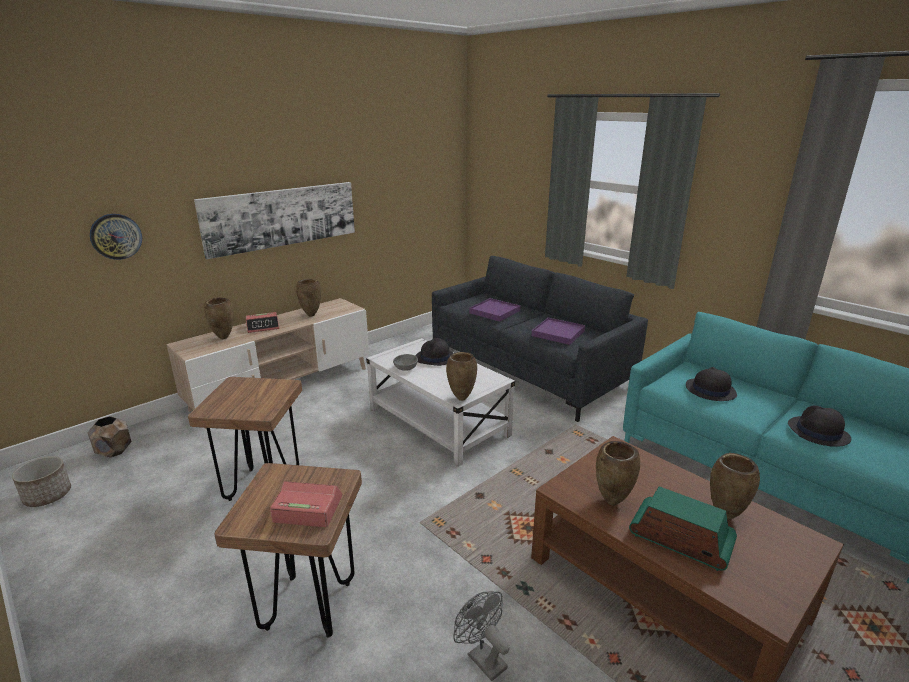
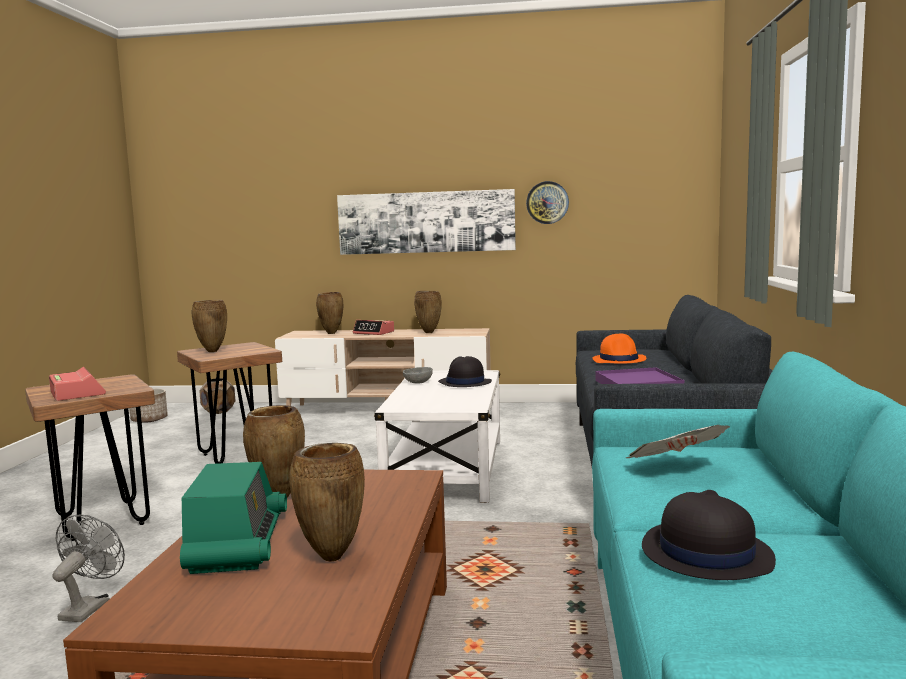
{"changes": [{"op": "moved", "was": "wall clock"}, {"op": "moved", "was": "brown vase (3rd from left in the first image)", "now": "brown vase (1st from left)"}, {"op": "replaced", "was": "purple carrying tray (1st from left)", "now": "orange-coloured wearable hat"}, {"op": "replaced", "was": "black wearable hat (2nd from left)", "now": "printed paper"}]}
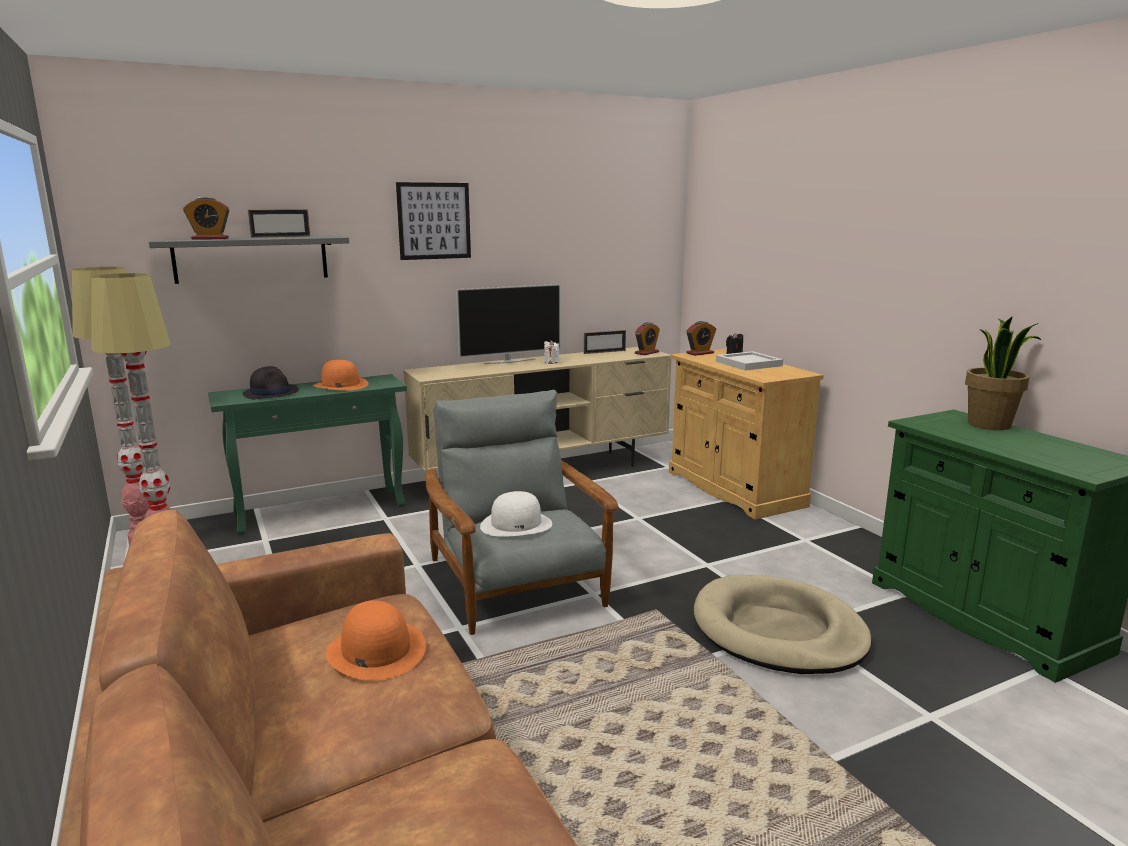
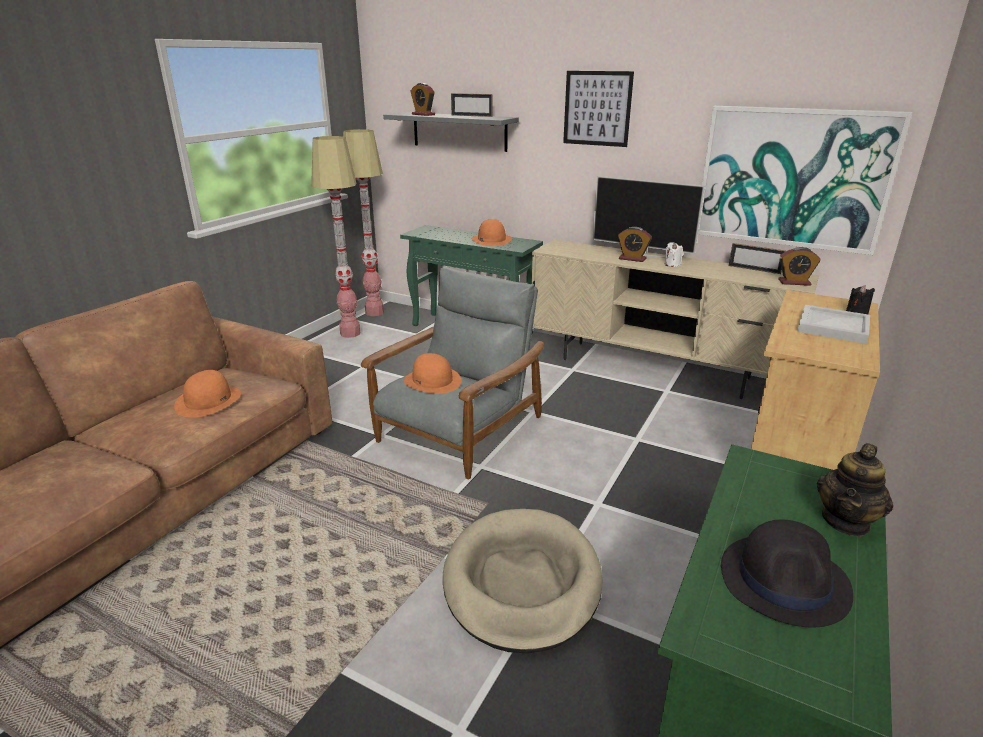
{"changes": [{"op": "added", "now": "picture (2nd from left)"}, {"op": "moved", "was": "black wearable hat"}, {"op": "moved", "was": "table clock (3rd from left in the first image)", "now": "table clock (2nd from left)"}, {"op": "replaced", "was": "potted plant", "now": "tea pot"}, {"op": "recoloured", "was": "white wearable hat", "now": "orange-coloured wearable hat (2nd from left)"}]}
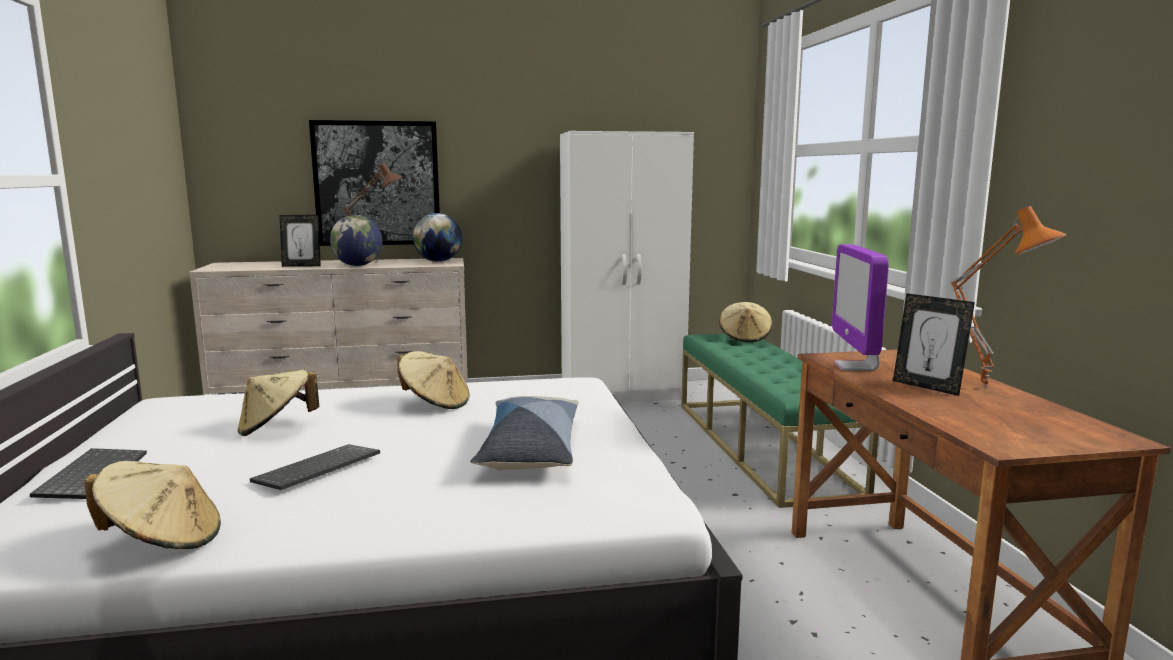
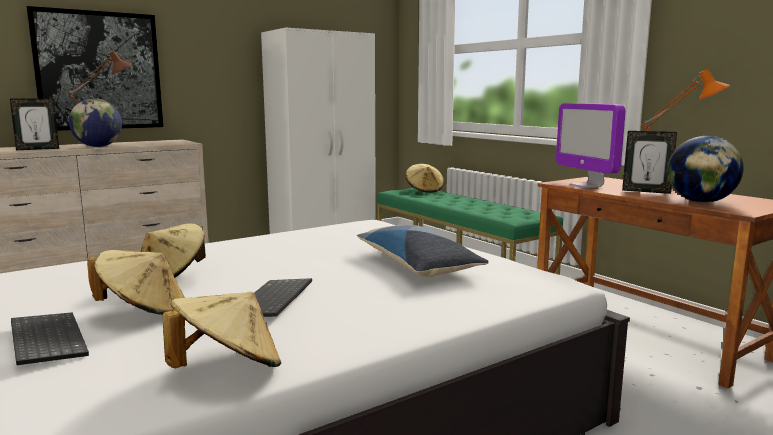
{"changes": [{"op": "moved", "was": "beige-coloured wearable hat (3rd from left in the first image)", "now": "beige-coloured wearable hat (1st from left)"}, {"op": "moved", "was": "world globe (2nd from left)"}]}
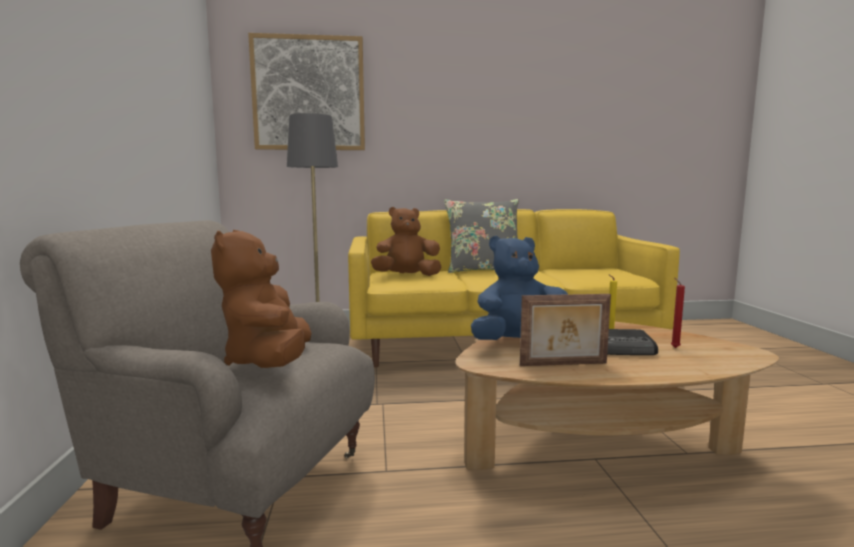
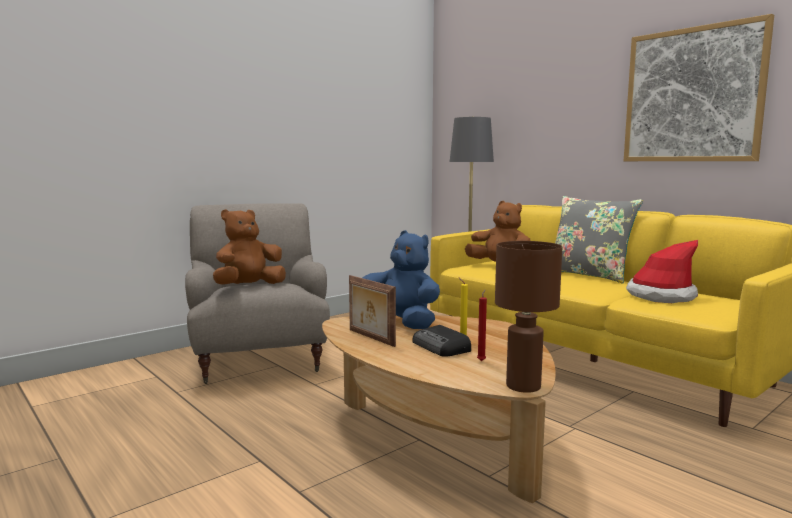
{"changes": [{"op": "added", "now": "brown table lamp"}, {"op": "added", "now": "wearable hat"}, {"op": "moved", "was": "picture"}]}
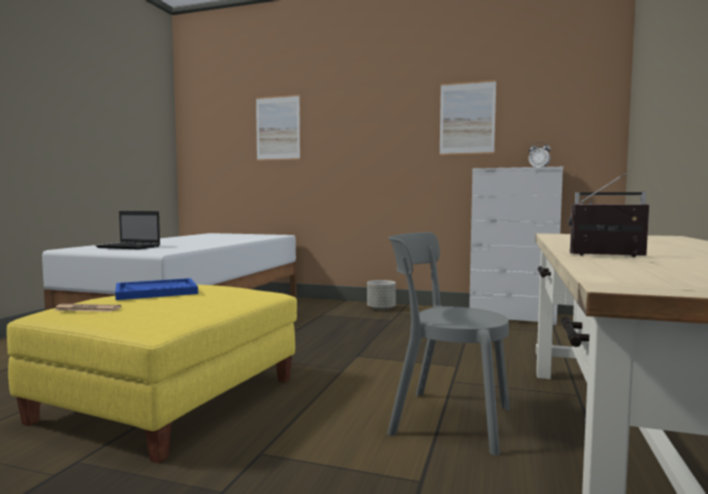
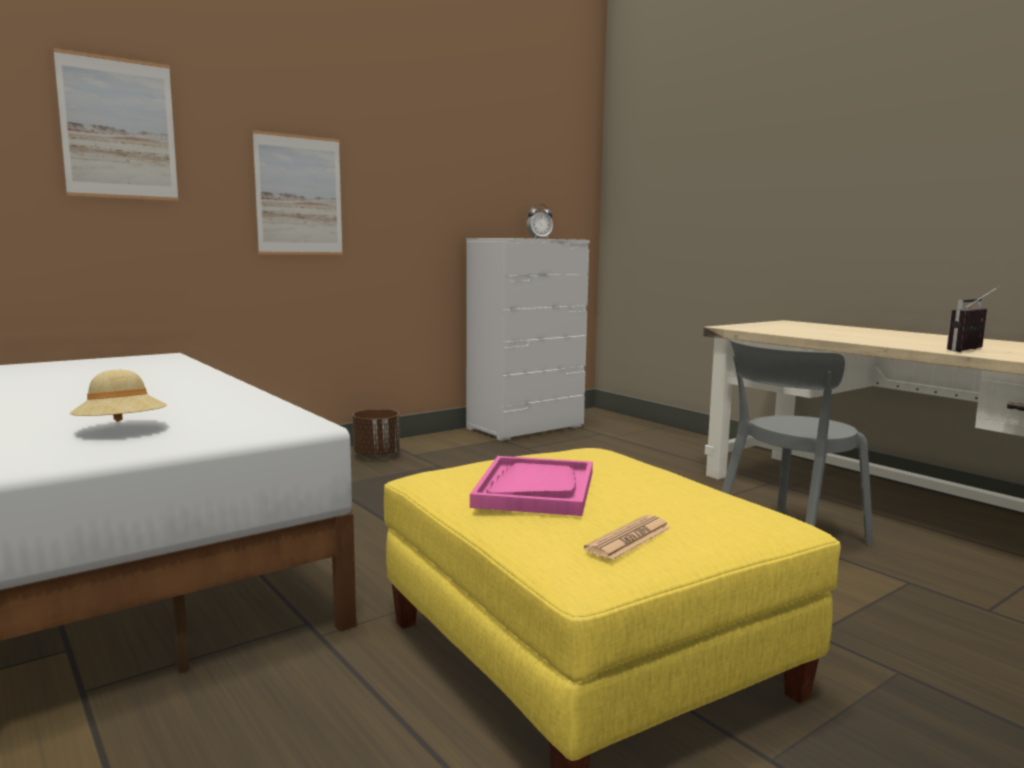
{"changes": [{"op": "moved", "was": "picture (2nd from left)"}, {"op": "replaced", "was": "laptop", "now": "beige-coloured wearable hat"}, {"op": "recoloured", "was": "blue-coloured carrying tray", "now": "pink-coloured carrying tray"}, {"op": "recoloured", "was": "greyish plant pot", "now": "brown plant pot"}]}
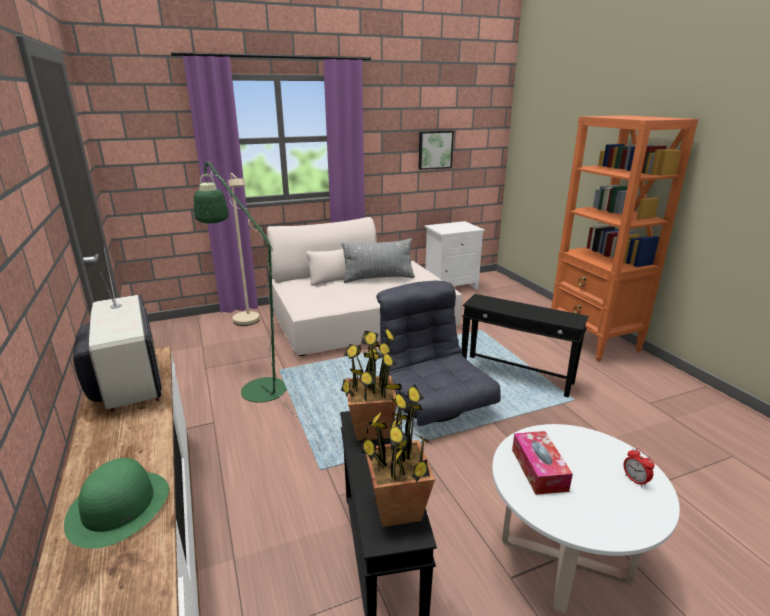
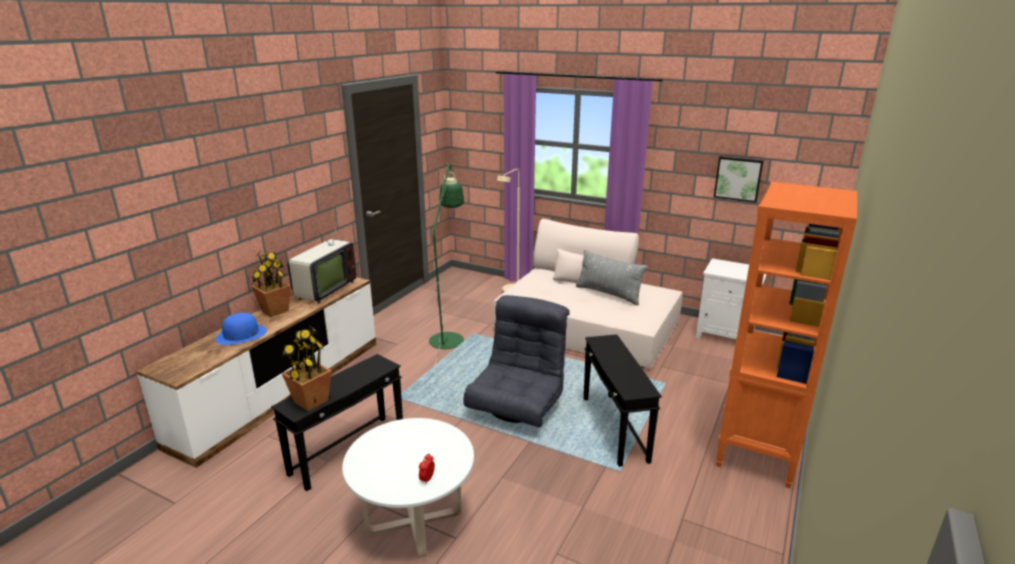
{"changes": [{"op": "removed", "was": "box of tissues"}, {"op": "moved", "was": "potted plant (1st from left)"}, {"op": "recoloured", "was": "greenish wearable hat", "now": "blue-coloured wearable hat"}]}
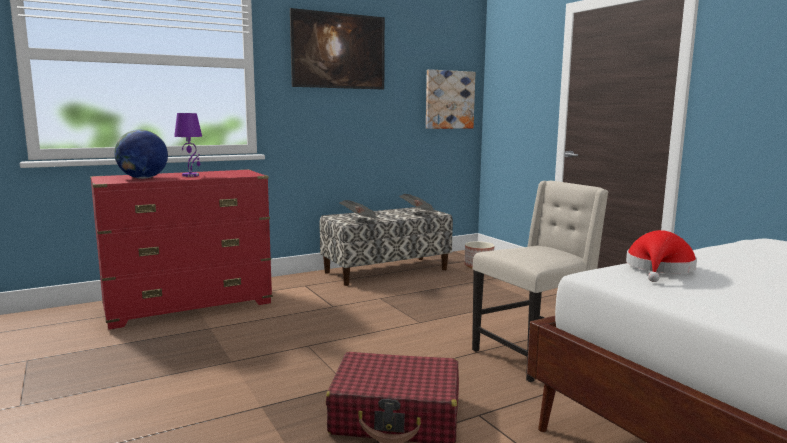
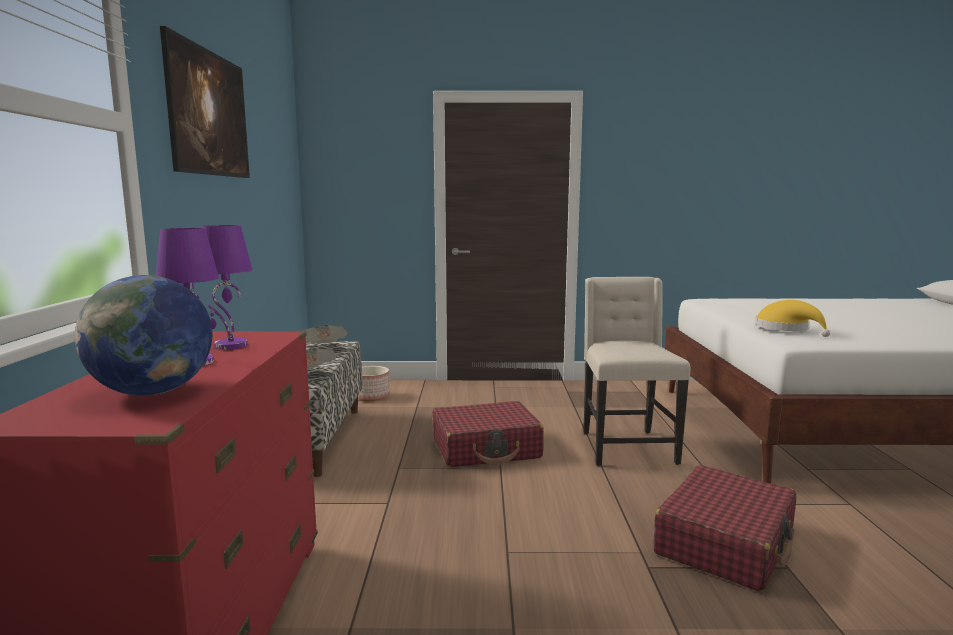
{"changes": [{"op": "removed", "was": "picture (2nd from left)"}, {"op": "added", "now": "purple table lamp (2nd from left)"}, {"op": "added", "now": "reddish travel case (1st from left)"}, {"op": "recoloured", "was": "reddish wearable hat", "now": "yellowish wearable hat"}]}
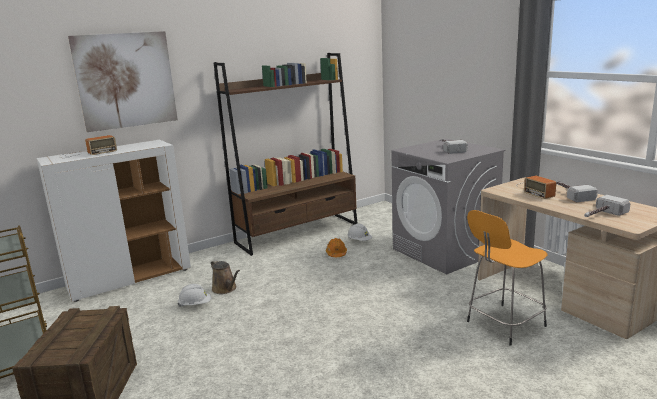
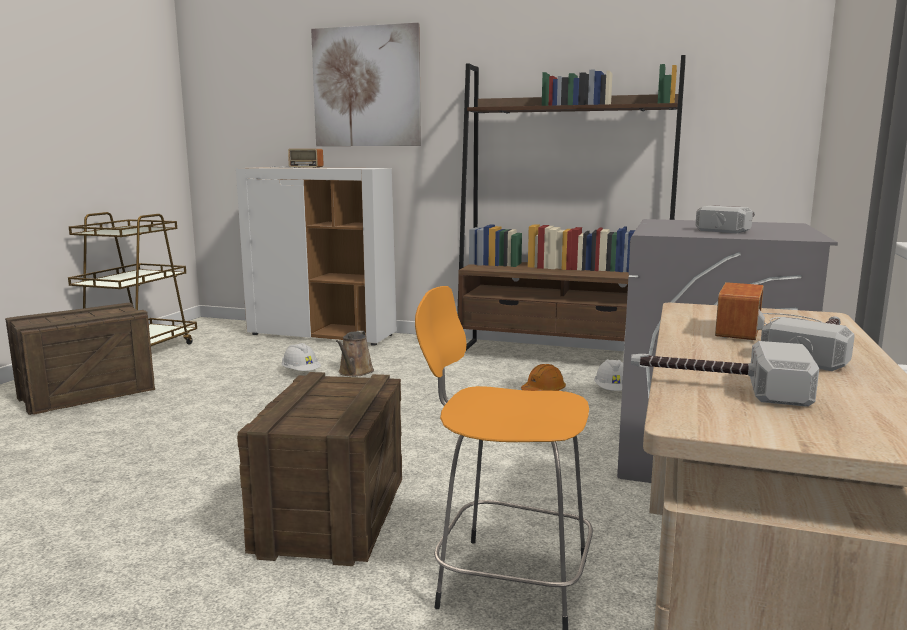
{"changes": [{"op": "added", "now": "crate (2nd from left)"}]}
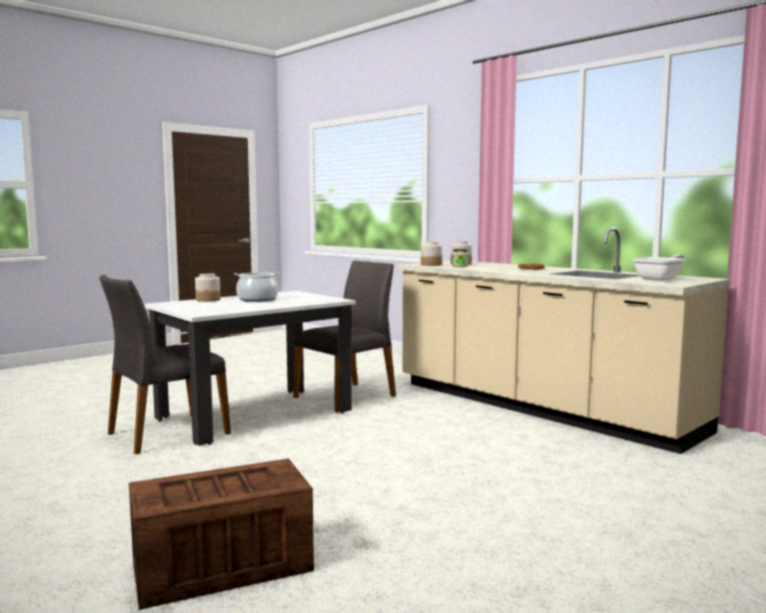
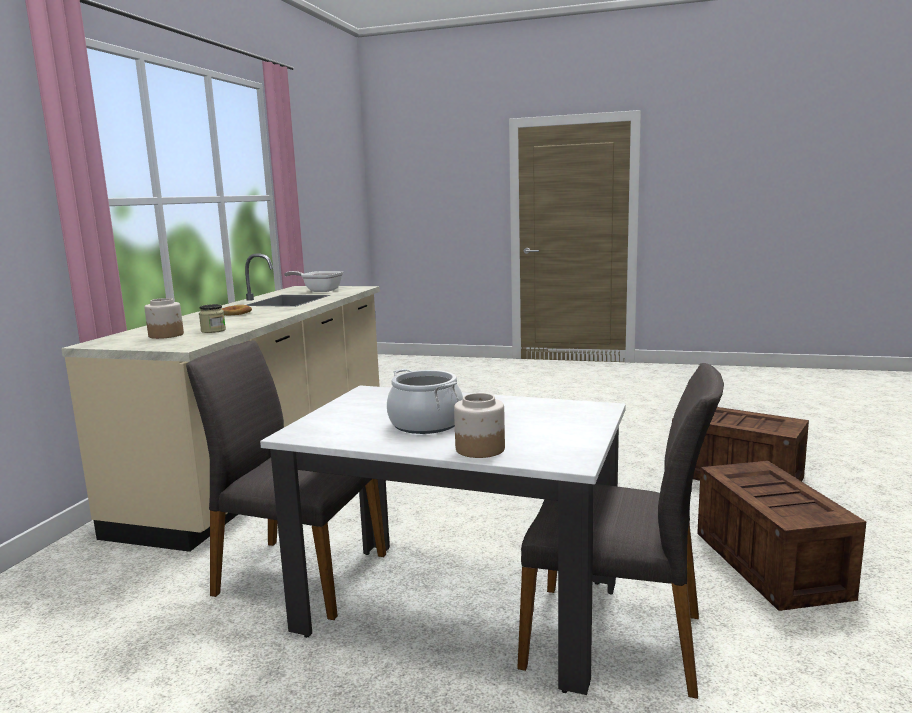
{"changes": [{"op": "removed", "was": "preserve jar (2nd from left)"}, {"op": "added", "now": "crate (2nd from left)"}]}
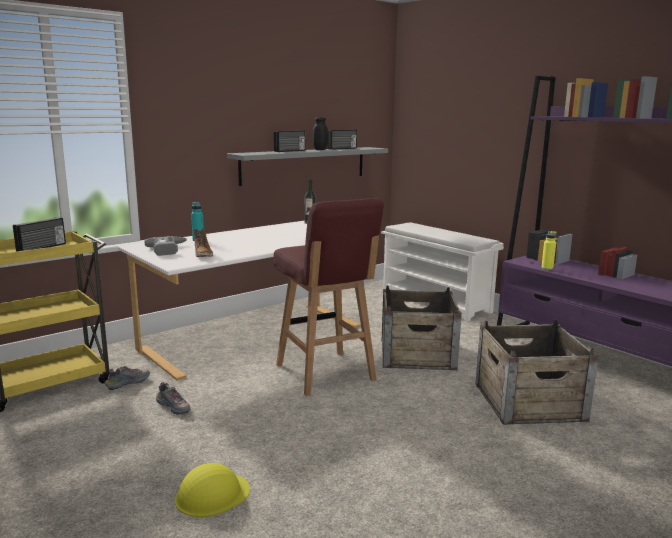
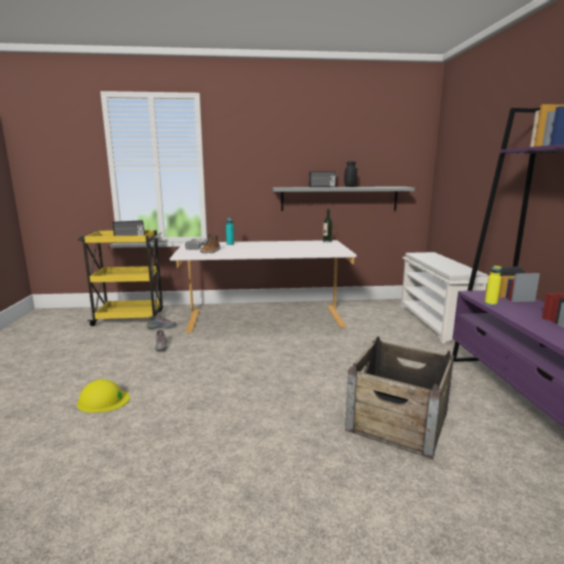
{"changes": [{"op": "removed", "was": "reddish stool seat"}, {"op": "removed", "was": "radio set (3rd from left)"}, {"op": "removed", "was": "crate (1st from left)"}]}
